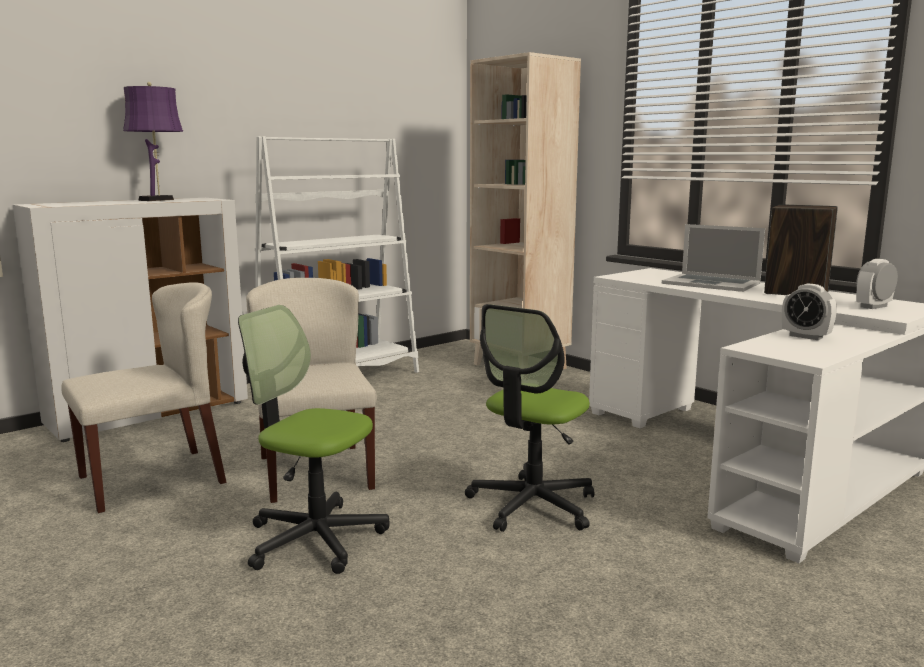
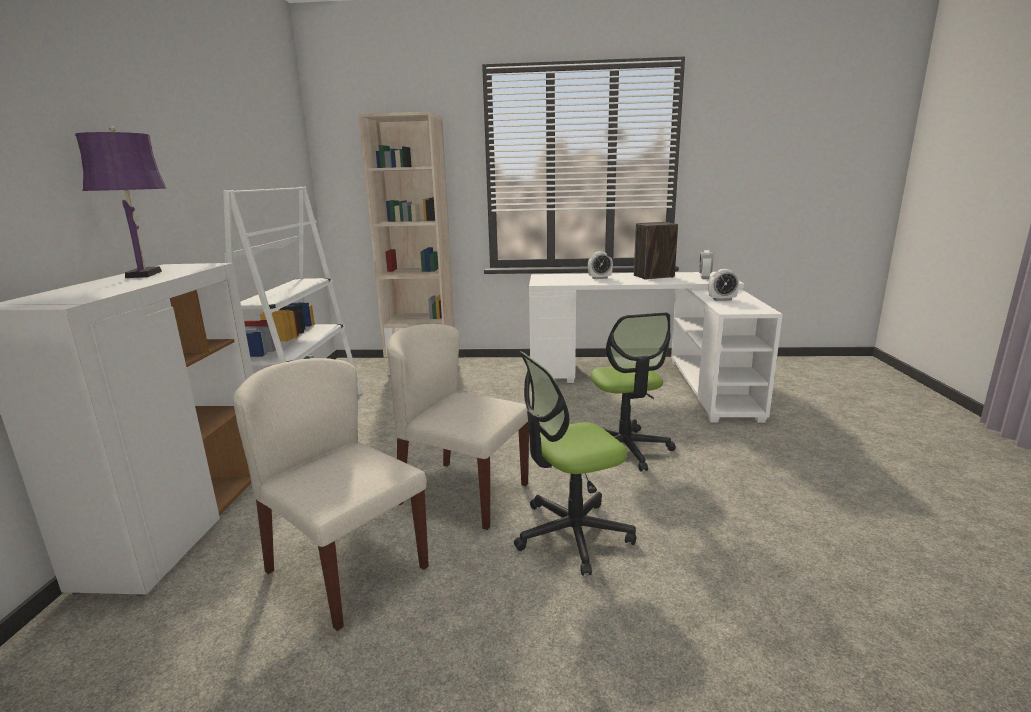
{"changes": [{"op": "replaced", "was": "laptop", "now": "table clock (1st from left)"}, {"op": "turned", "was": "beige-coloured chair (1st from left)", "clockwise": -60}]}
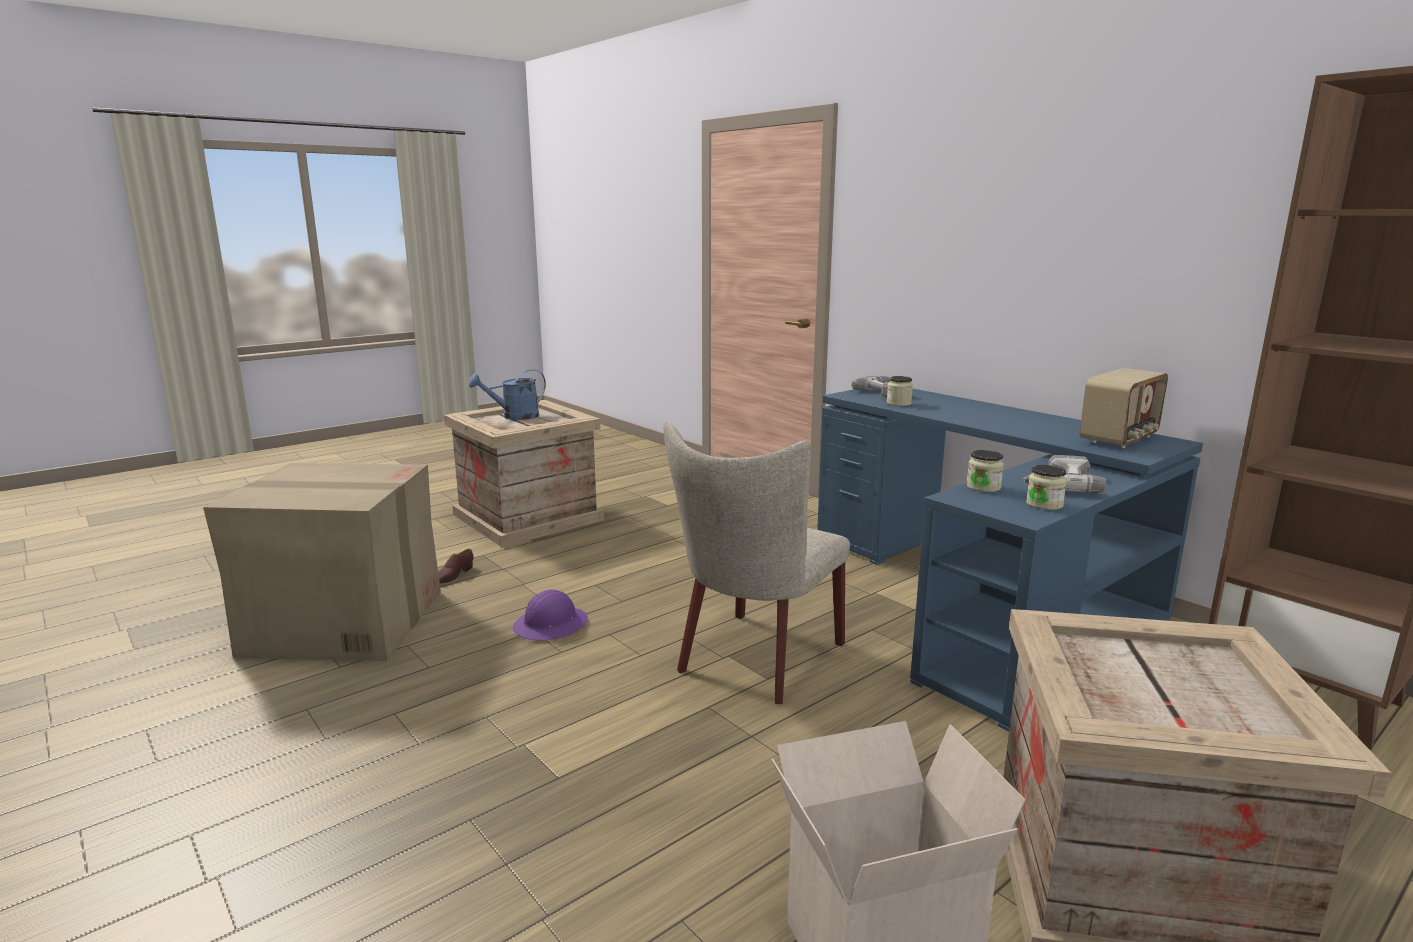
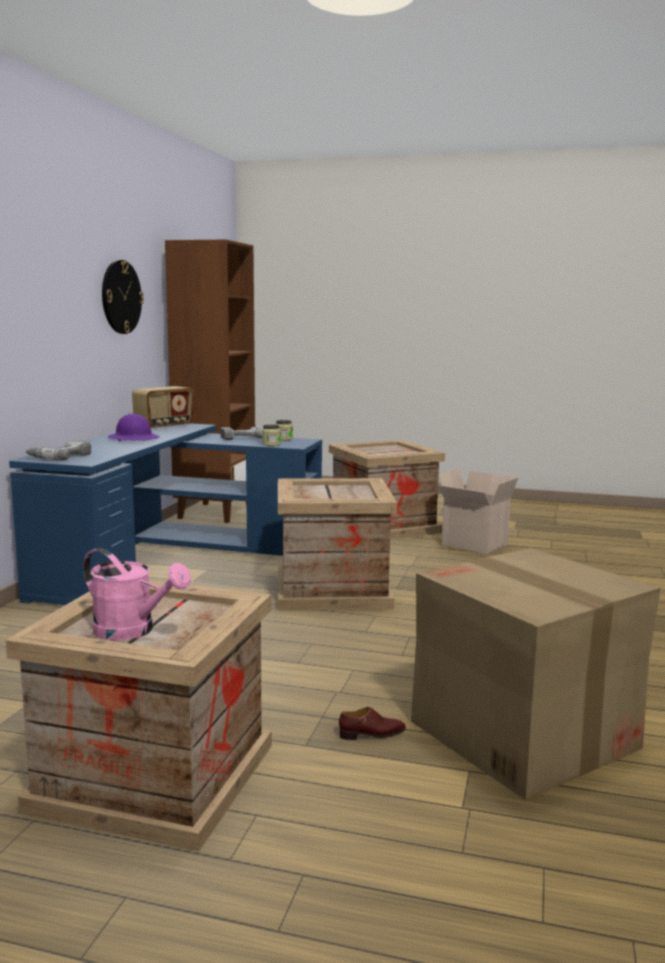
{"changes": [{"op": "removed", "was": "preserve jar (1st from left)"}, {"op": "added", "now": "wall clock"}, {"op": "moved", "was": "purple hard hat"}, {"op": "replaced", "was": "beige-coloured chair", "now": "crate (2nd from left)"}, {"op": "recoloured", "was": "blue-coloured sprinkling can", "now": "pink-coloured sprinkling can"}, {"op": "turned", "was": "radio set", "clockwise": 120}]}
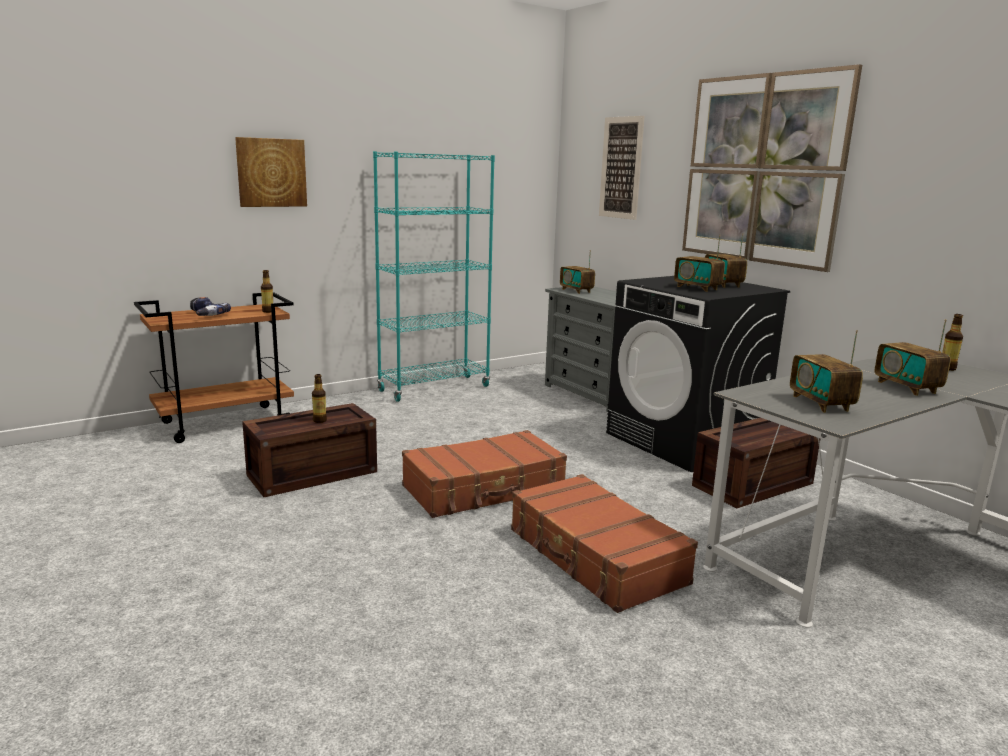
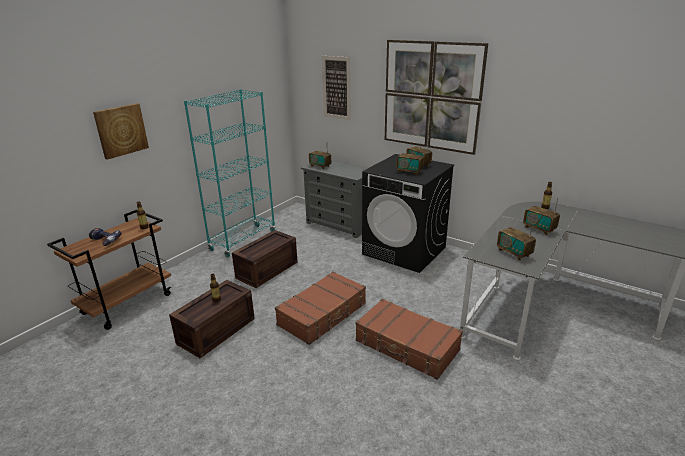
{"changes": [{"op": "moved", "was": "crate (2nd from left)"}]}
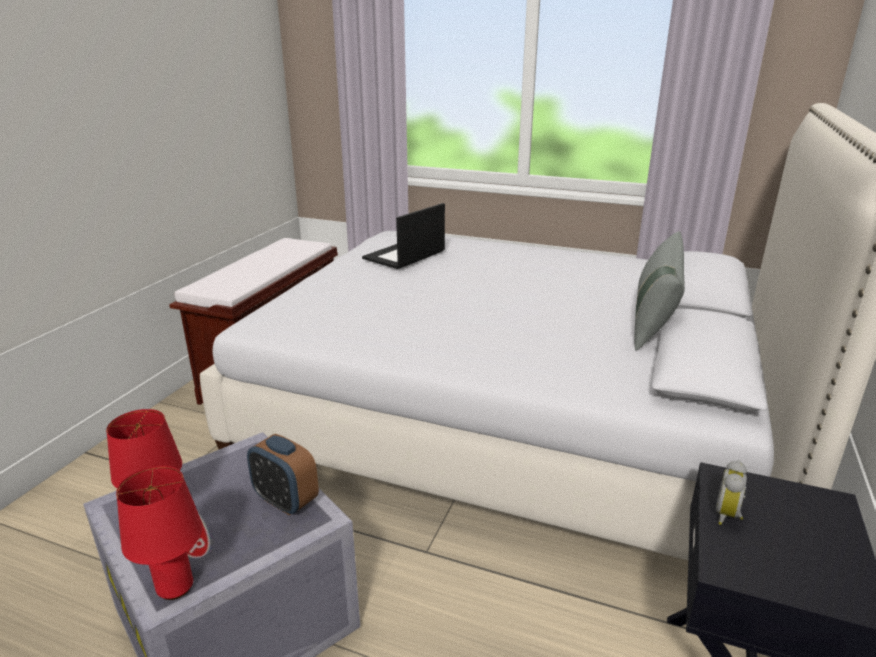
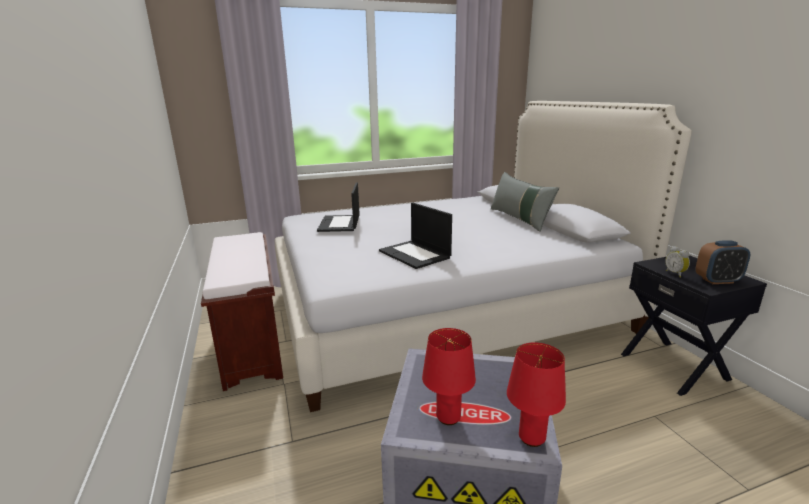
{"changes": [{"op": "added", "now": "laptop (2nd from left)"}, {"op": "moved", "was": "table clock (1st from left in the first image)", "now": "table clock (2nd from left)"}]}
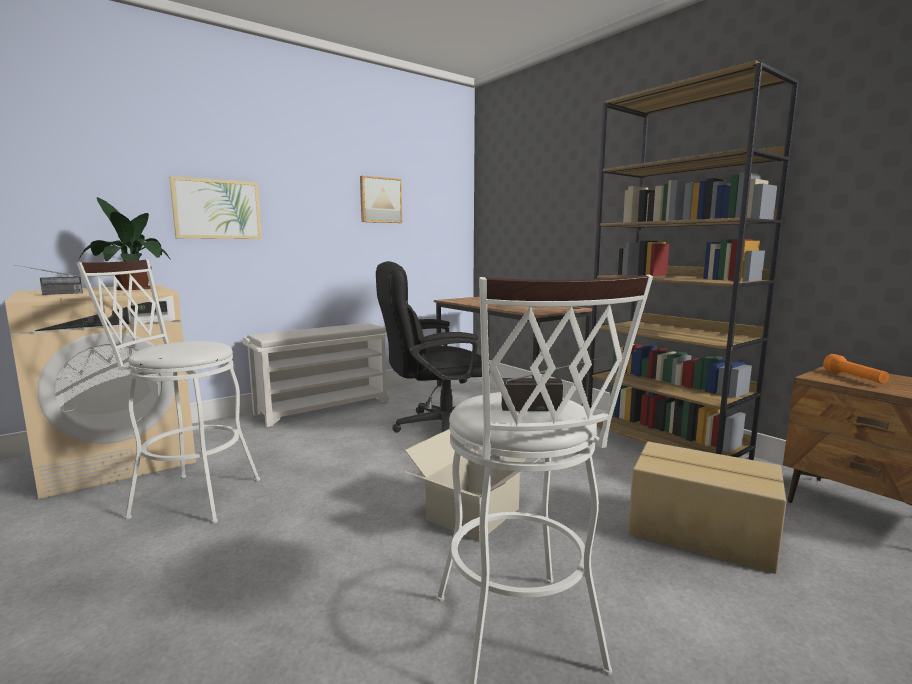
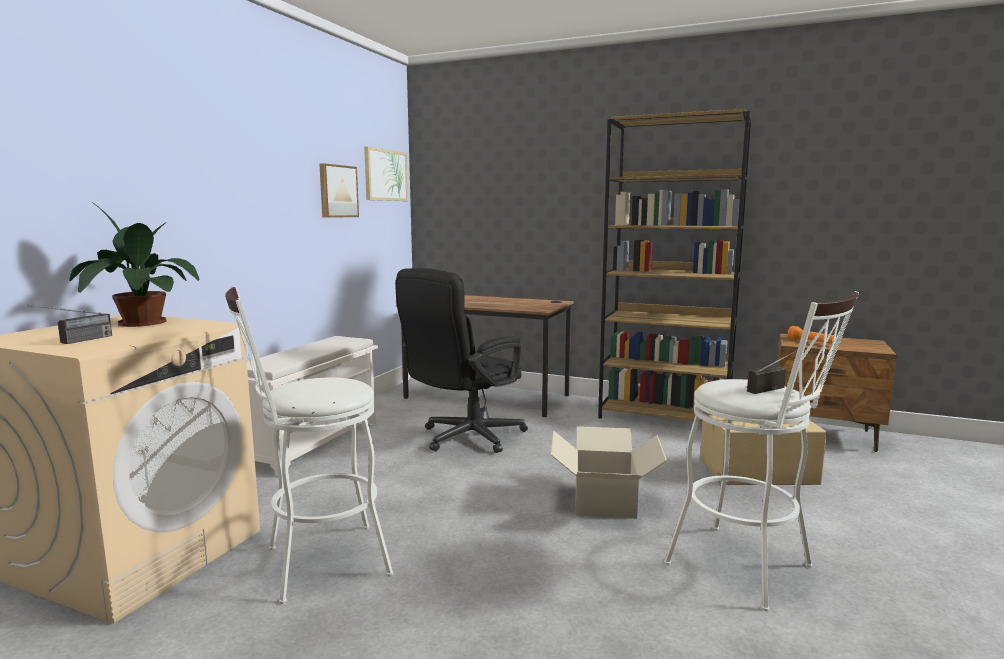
{"changes": [{"op": "moved", "was": "picture (1st from left in the first image)", "now": "picture (2nd from left)"}]}
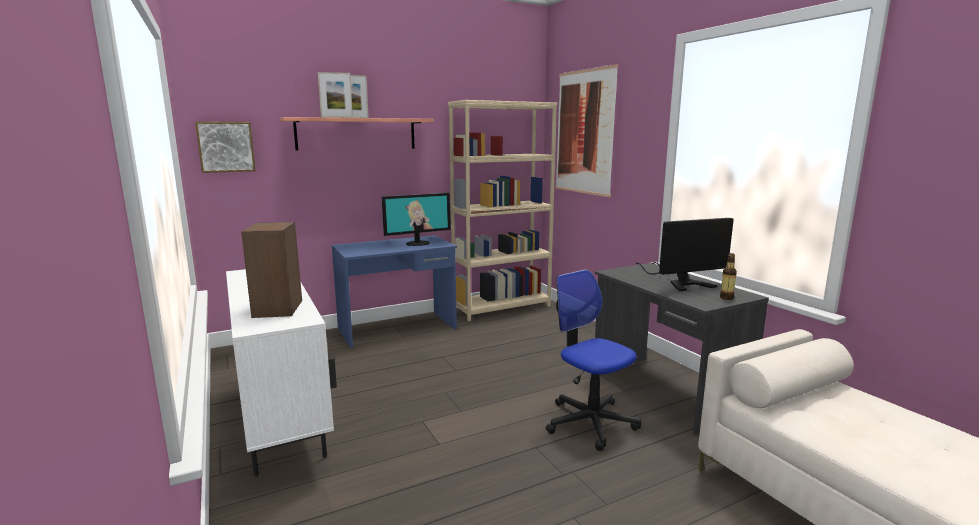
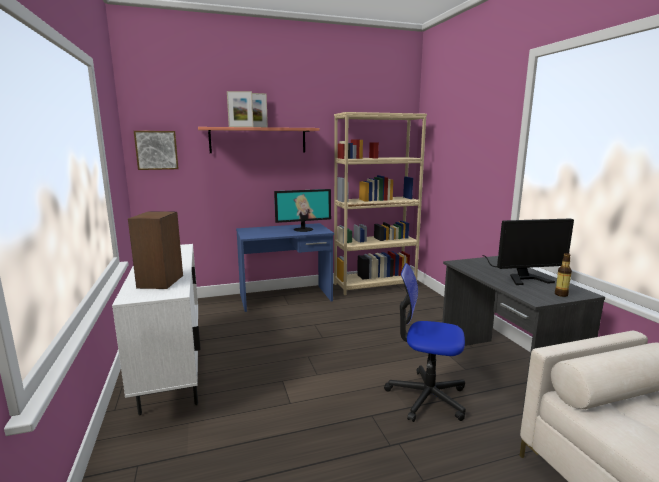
{"changes": [{"op": "removed", "was": "picture (2nd from left)"}, {"op": "turned", "was": "desk chair", "clockwise": -45}]}
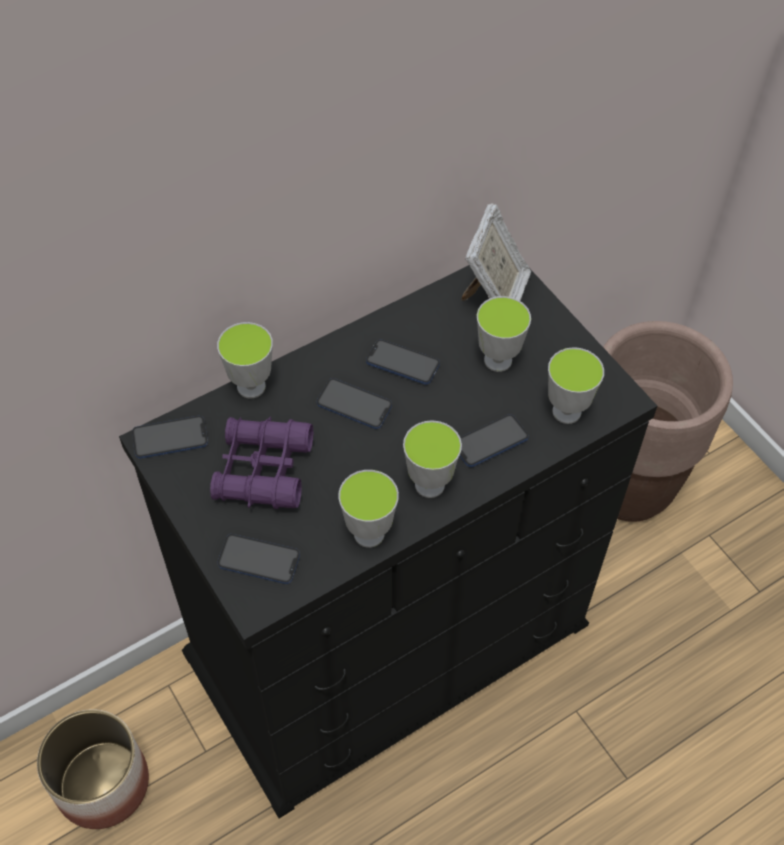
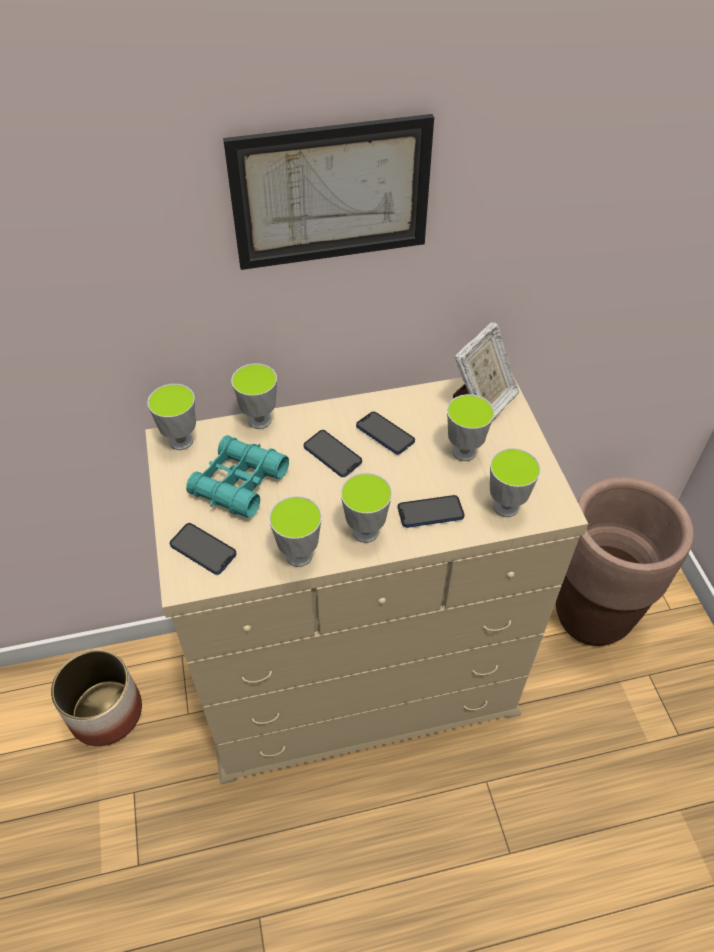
{"changes": [{"op": "added", "now": "picture"}, {"op": "replaced", "was": "handset (1st from left)", "now": "cup (1st from left)"}, {"op": "recoloured", "was": "black drawer chest", "now": "beige-coloured drawer chest"}, {"op": "recoloured", "was": "purple pair of binoculars", "now": "turquoise pair of binoculars"}]}
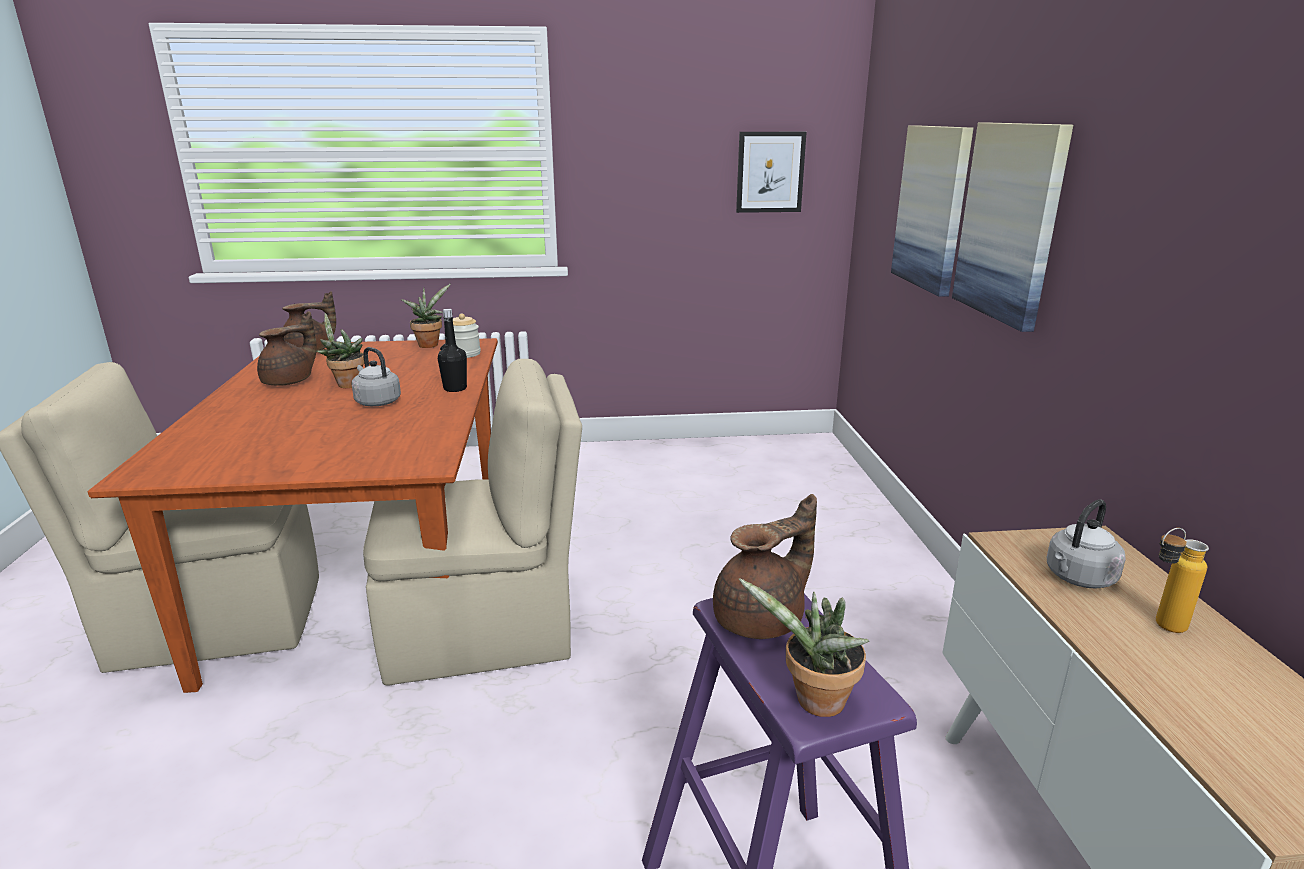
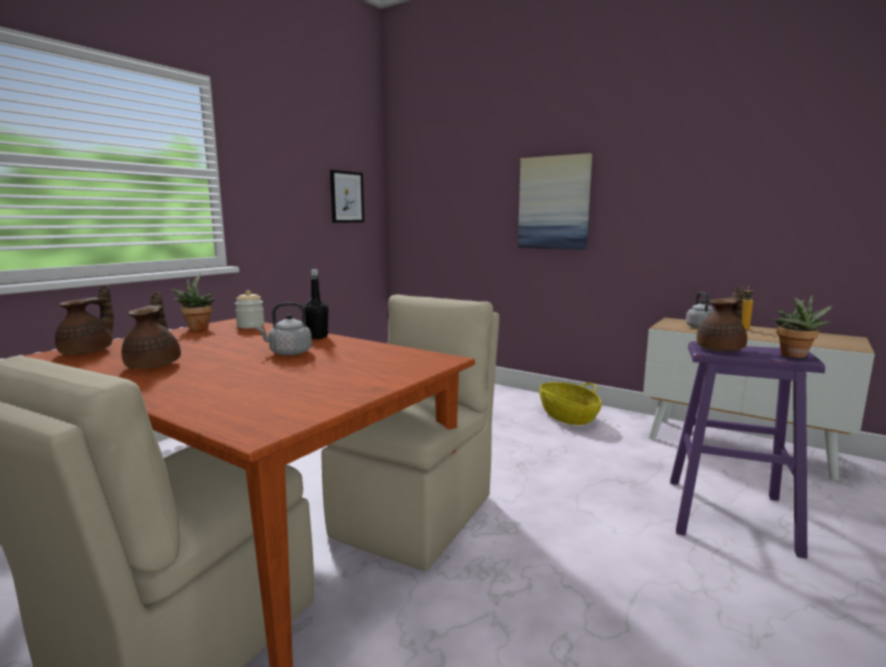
{"changes": [{"op": "removed", "was": "potted plant (1st from left)"}, {"op": "removed", "was": "picture (2nd from left)"}, {"op": "added", "now": "household basket"}, {"op": "turned", "was": "brown tea pot (3rd from left)", "clockwise": 45}]}
